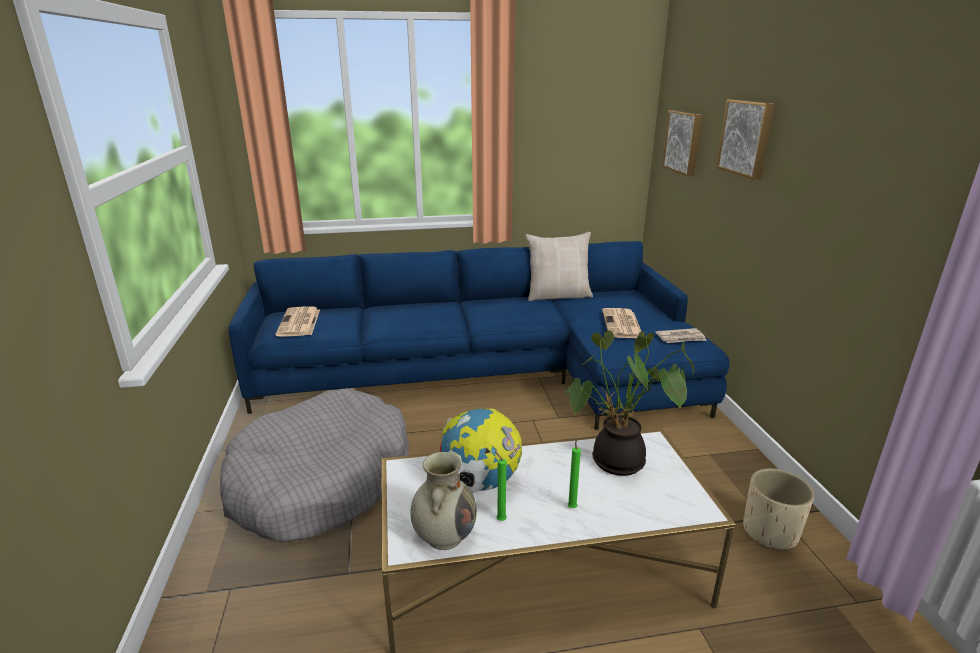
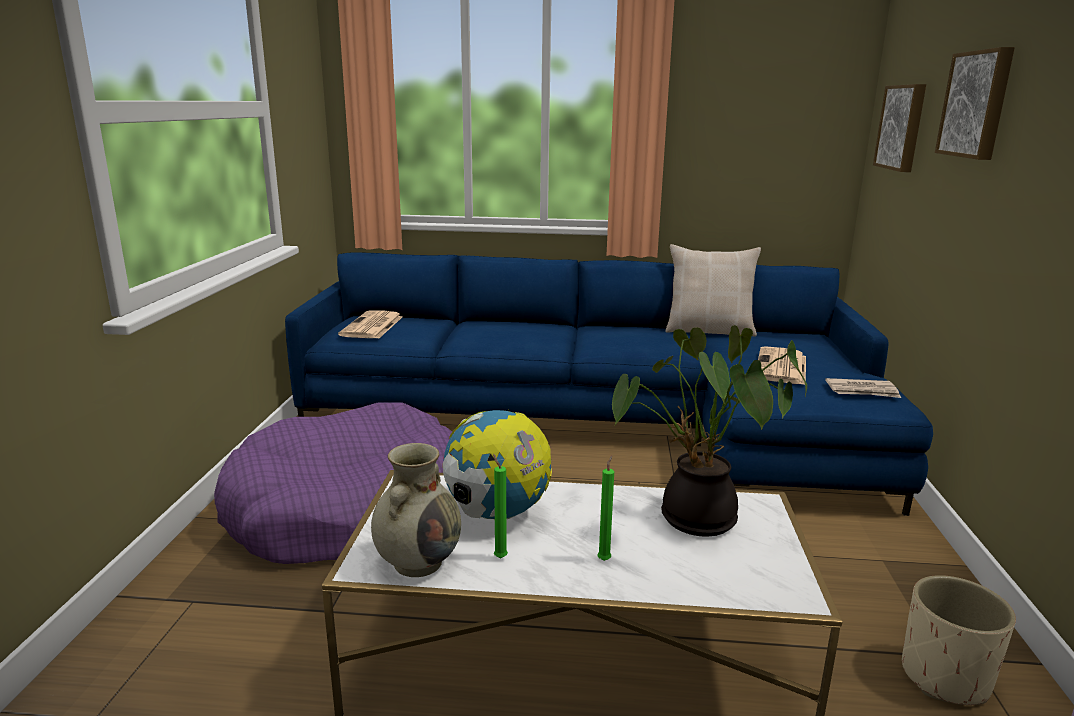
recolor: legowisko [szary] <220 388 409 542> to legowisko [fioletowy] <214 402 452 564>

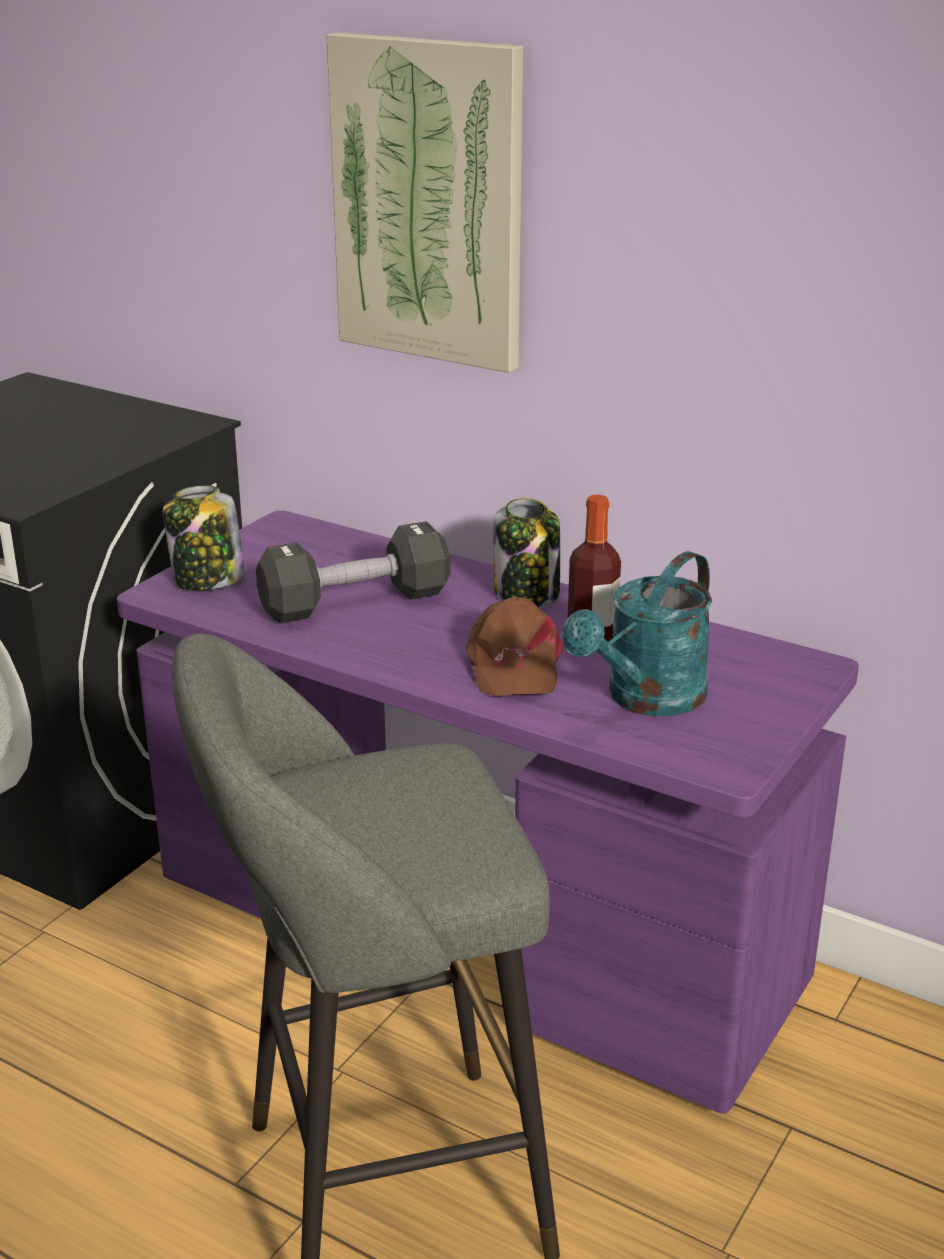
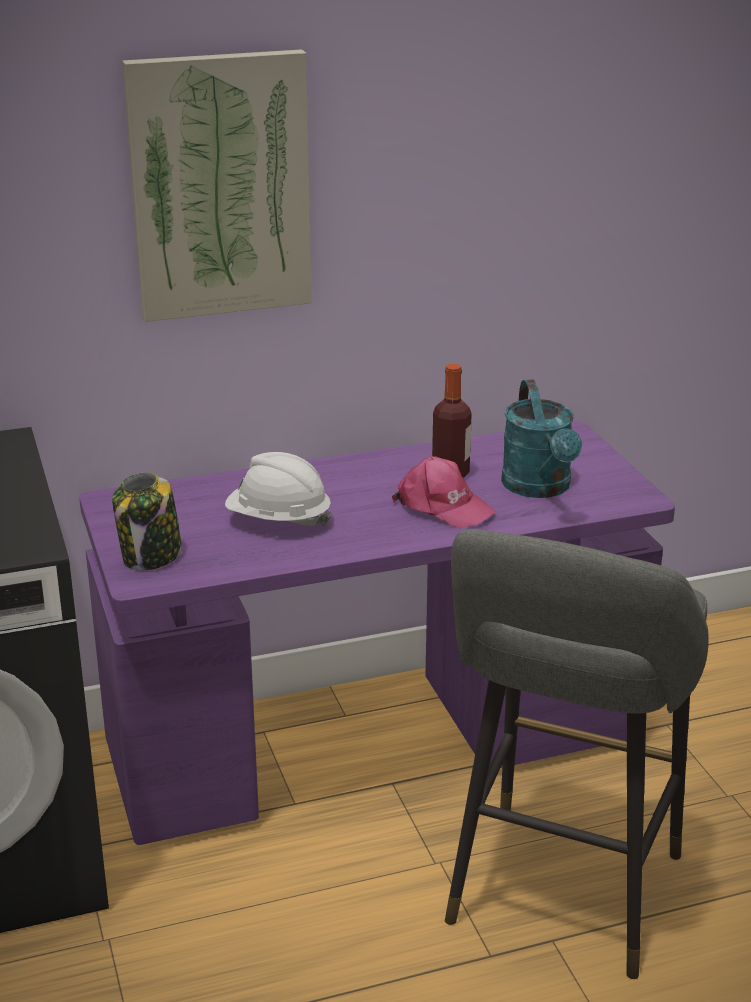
delete: słoik <493 498 560 608>
replace: hantel [czarny] <256 521 450 623> to kask [biały] <225 452 332 527>
recolor: czapka z daszkiem [brązowy] <466 597 564 696> to czapka z daszkiem [różowy] <392 456 496 529>

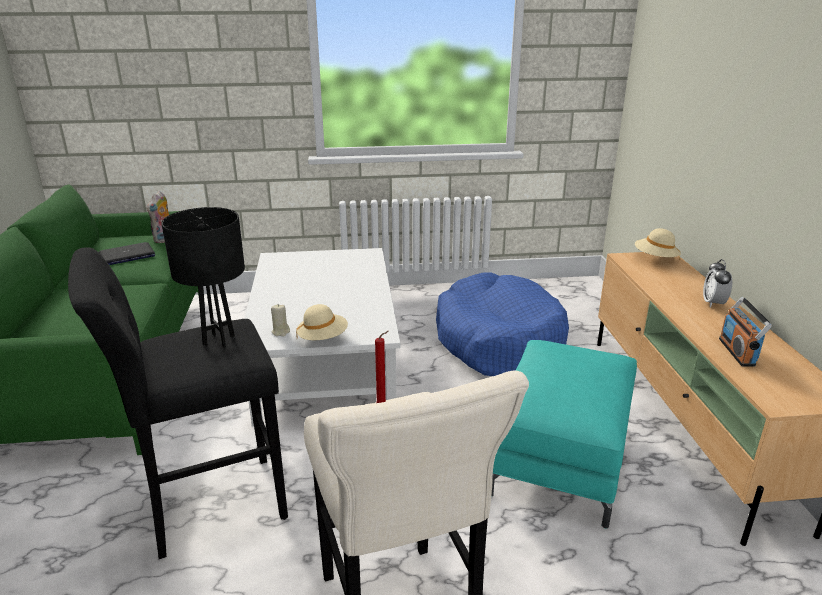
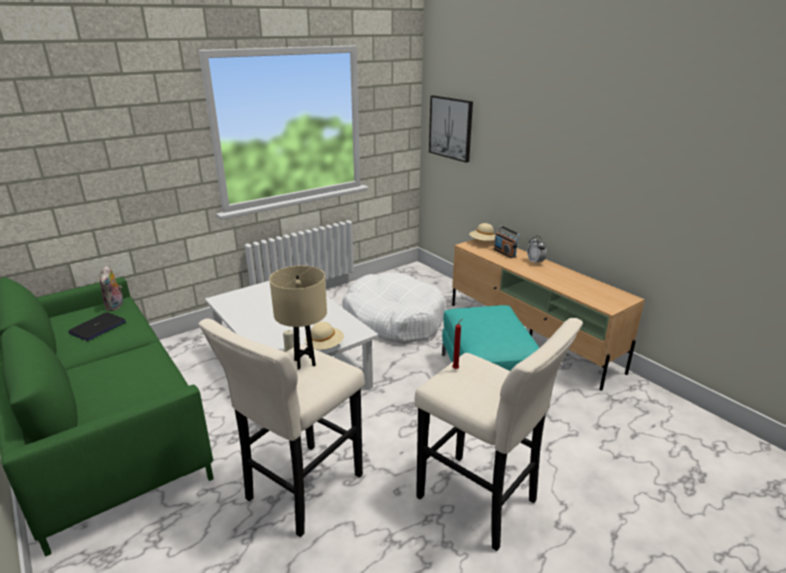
insert: obraz <429 95 473 163>
move: radio <719 297 772 366> to <494 225 520 258>
recolor: lampa stołowa [czarny] <161 207 245 348> to lampa stołowa [beżowy] <269 266 327 370>; stołek [czarny] <68 247 288 559> to stołek [beżowy] <198 318 365 537>; legowisko [niebieski] <436 273 569 376> to legowisko [biały] <342 273 446 344>

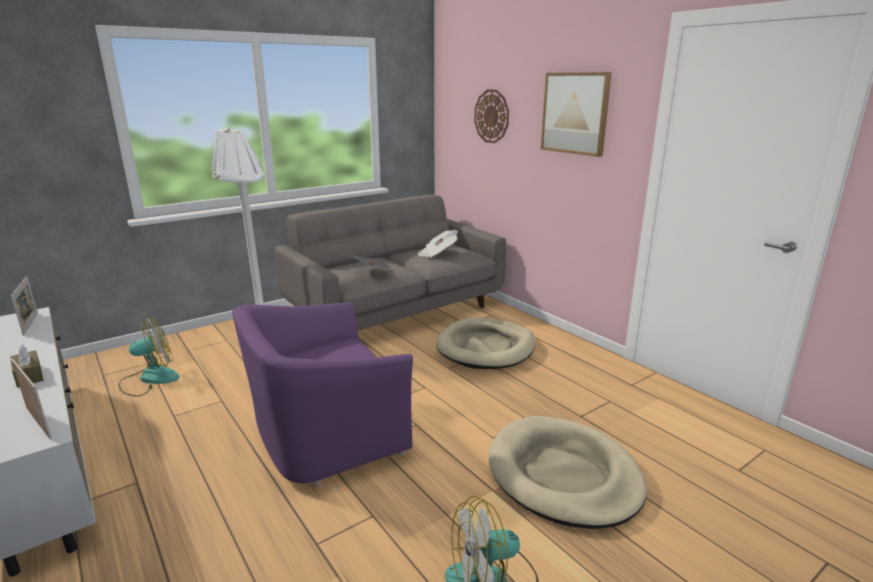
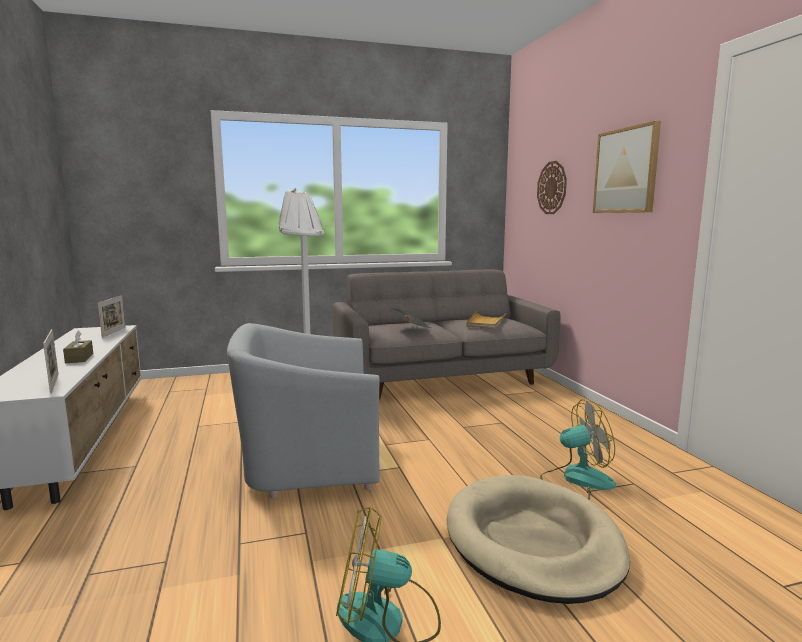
delete: legowisko [beżowy] <436 317 535 369>
move: wentylator <119 317 179 397> to <540 399 616 499>
replace: gazeta <417 230 458 258> to taca [beżowy] <466 311 506 329>
recolor: fotel [fioletowy] <232 302 413 487> to fotel [szary] <227 323 380 499>

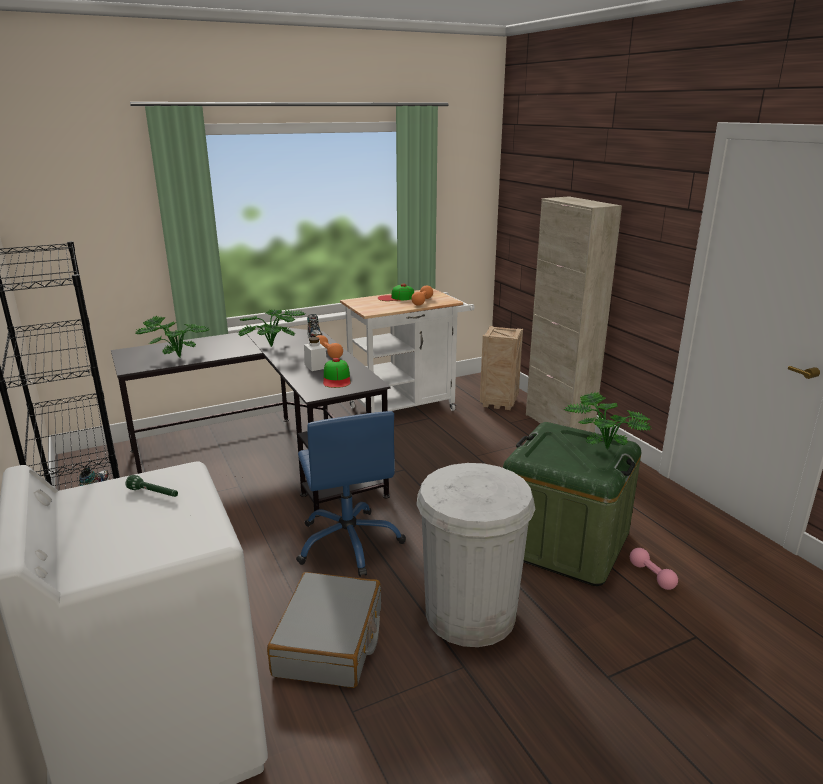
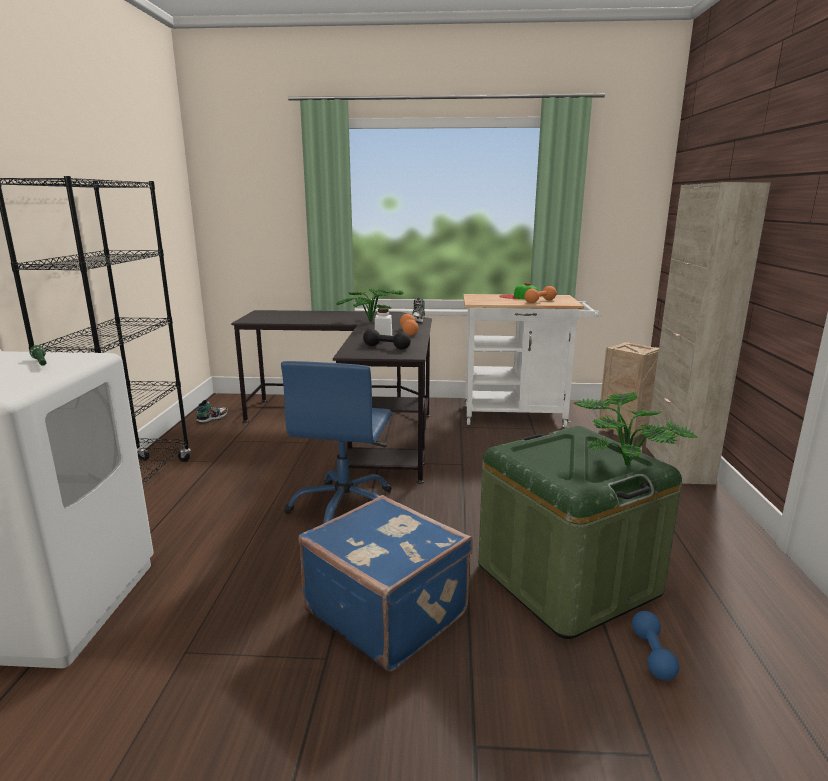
delete: roślina doniczkowa <135 316 210 358>; walizka [szary] <267 572 381 688>
replace: czapka z daszkiem <323 358 351 388> to hantel [czarny] <363 329 411 350>; kosz na śmieci [biały] <416 463 535 647> to walizka [niebieski] <299 495 473 672>
recolor: hantel [różowy] <630 548 678 590> to hantel [niebieski] <632 611 679 680>

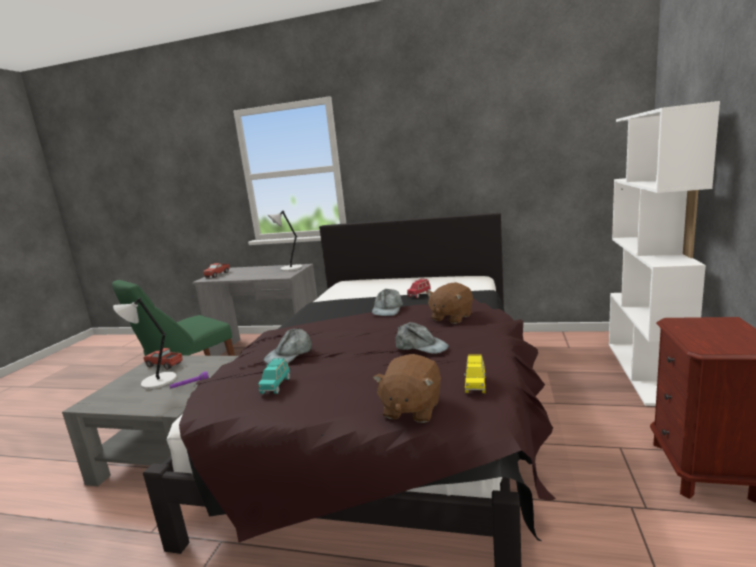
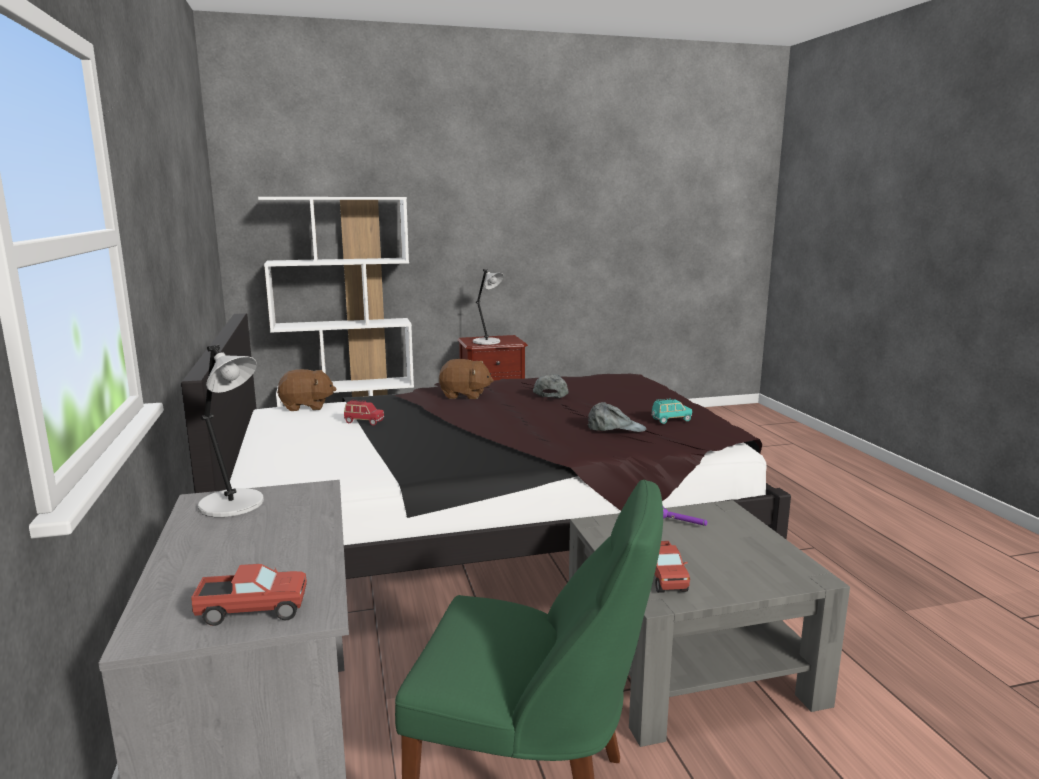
delete: czapka z daszkiem [szary] <372 289 403 316>; samochodzik [żółty] <464 355 486 393>
move: lampa stołowa [szary] <113 298 177 389> to <473 269 504 345>; pluszak [brązowy] <373 354 441 423> to <277 369 336 411>

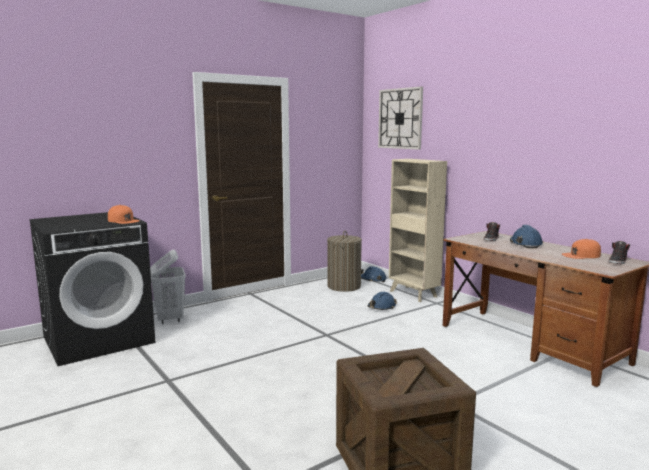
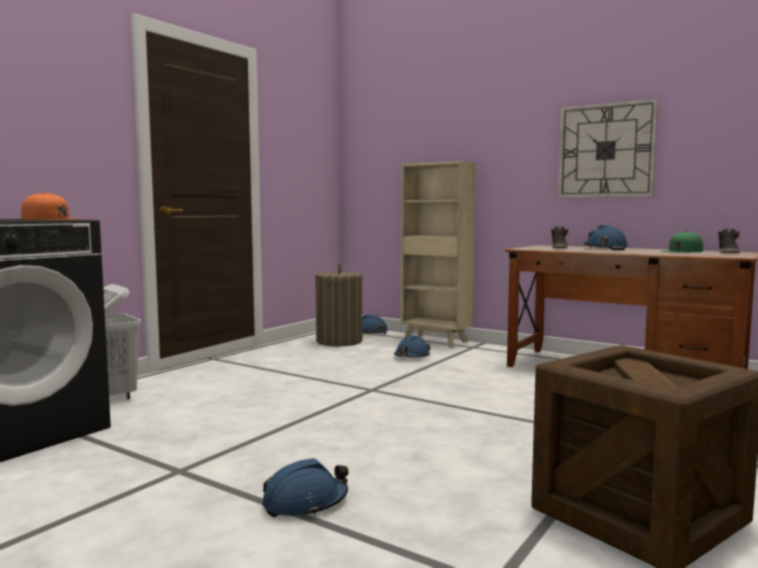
insert: kask [niebieski] <262 458 349 517>
move: zegar ścienny <378 86 423 150> to <558 99 658 197>
recolor: czapka z daszkiem [pomarańczowy] <562 239 601 259> to czapka z daszkiem [zielony] <661 231 703 253>

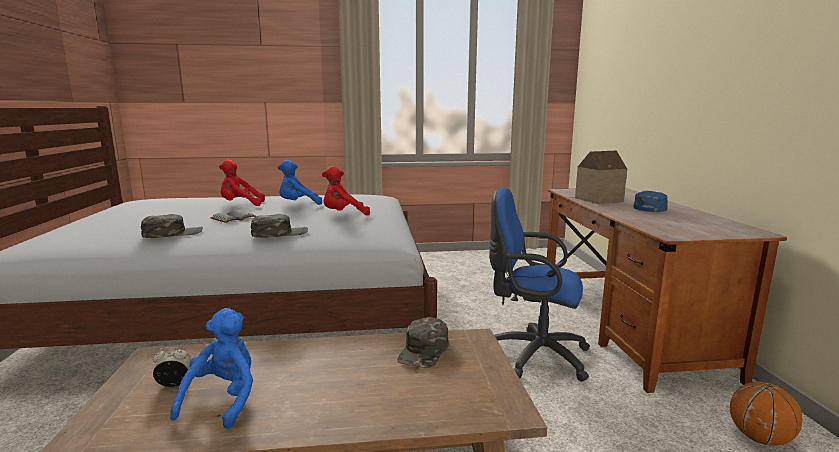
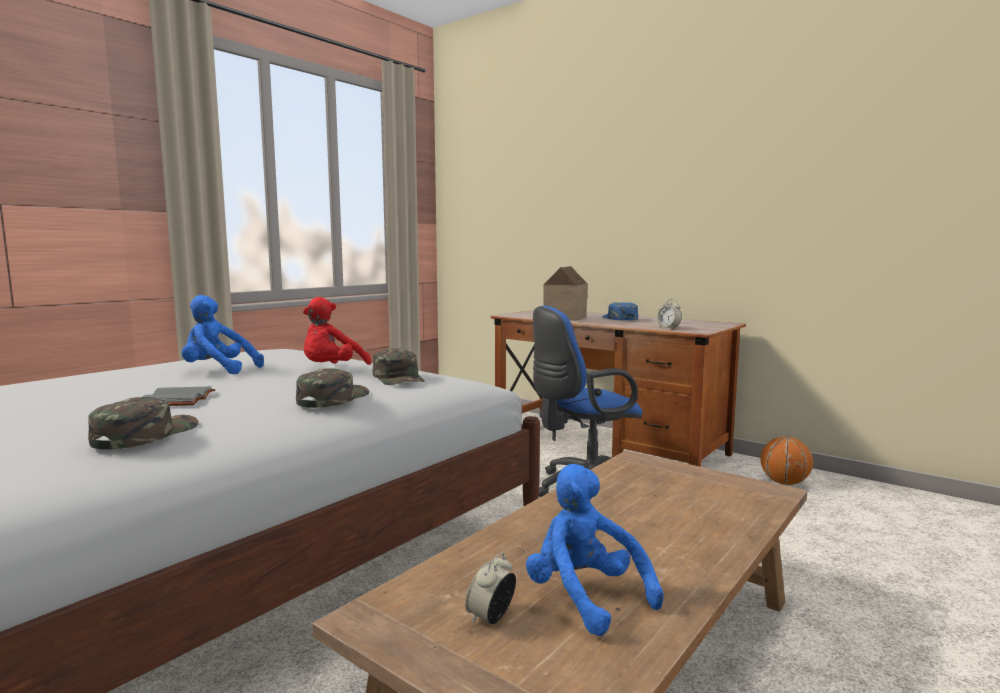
delete: pluszak [czerwony] <219 160 265 206>
insert: budzik <657 299 682 329>
move: czapka z daszkiem [zielony] <397 317 449 368> to <373 348 425 385>
rotate: pluszak [niebieski] <278 160 323 205> = <182 295 264 374> 75 degrees clockwise

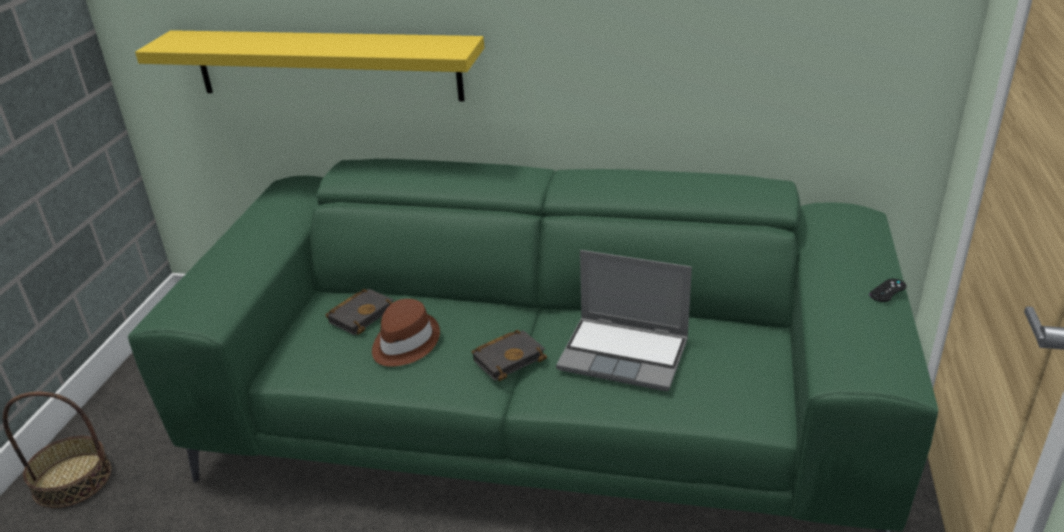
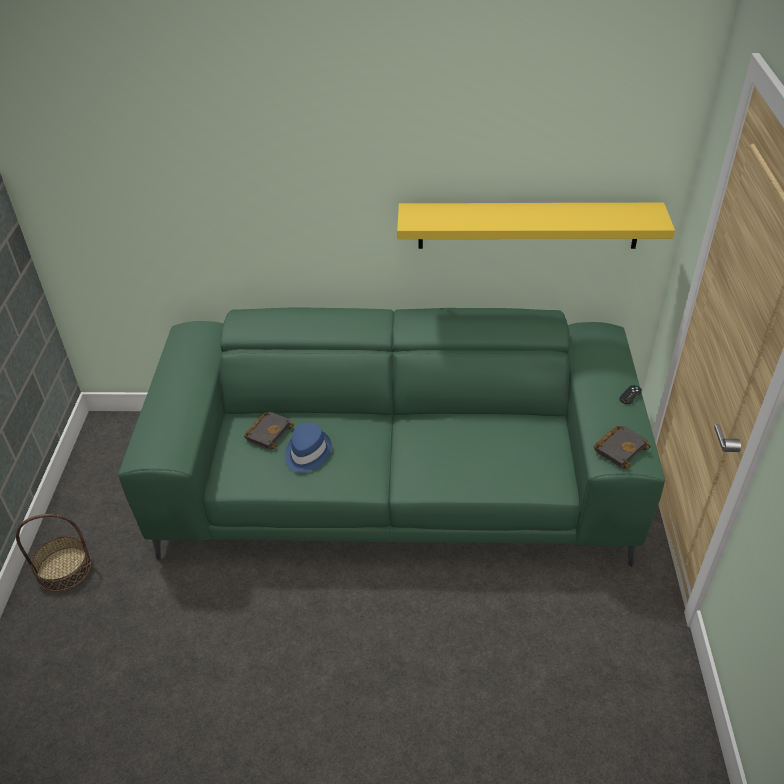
delete: laptop <556 250 692 391>
move: półka [żółty] <135 30 484 101> to <397 203 675 249>; książka [czarny] <472 330 547 381> to <593 426 651 469>
recolor: kapelusz [brązowy] <372 299 440 367> to kapelusz [niebieski] <285 423 332 473>

